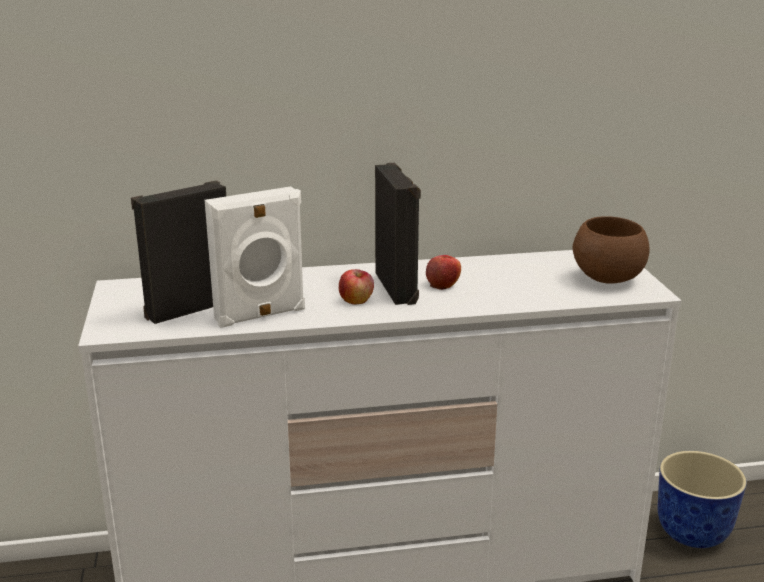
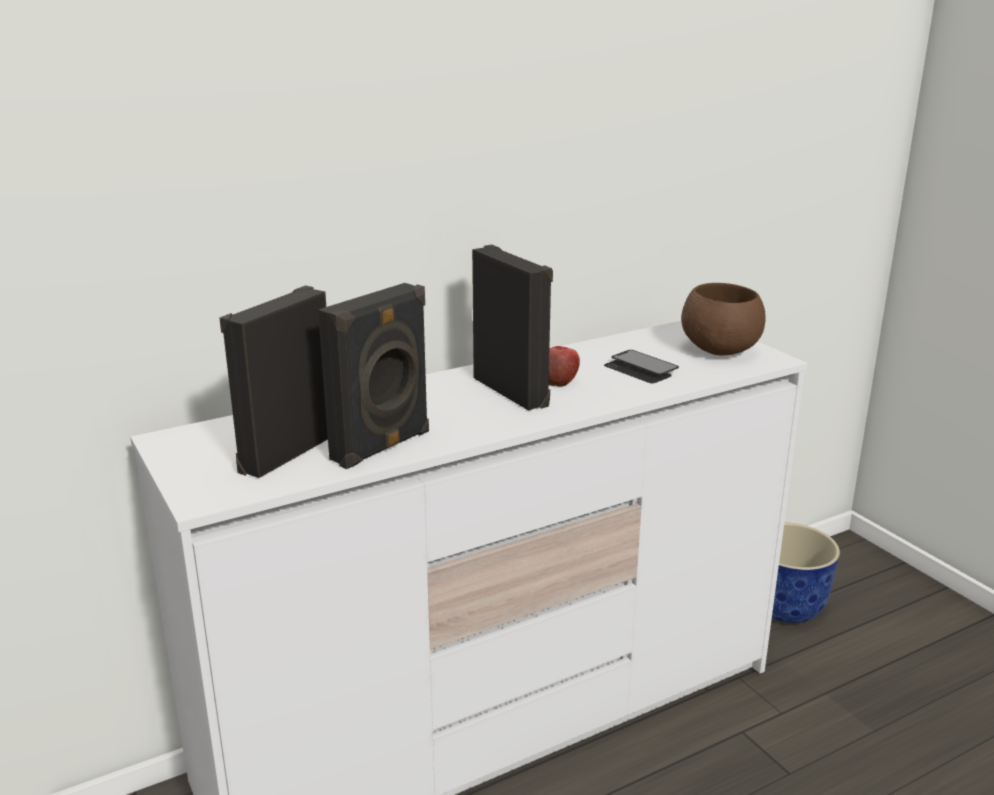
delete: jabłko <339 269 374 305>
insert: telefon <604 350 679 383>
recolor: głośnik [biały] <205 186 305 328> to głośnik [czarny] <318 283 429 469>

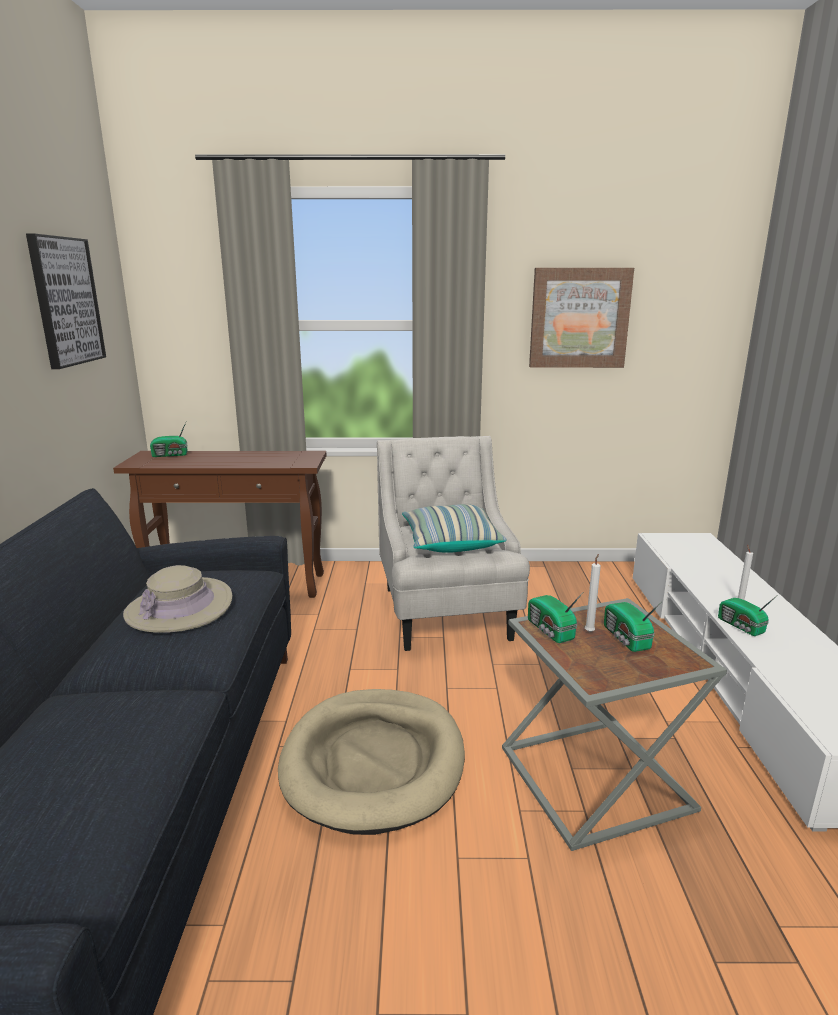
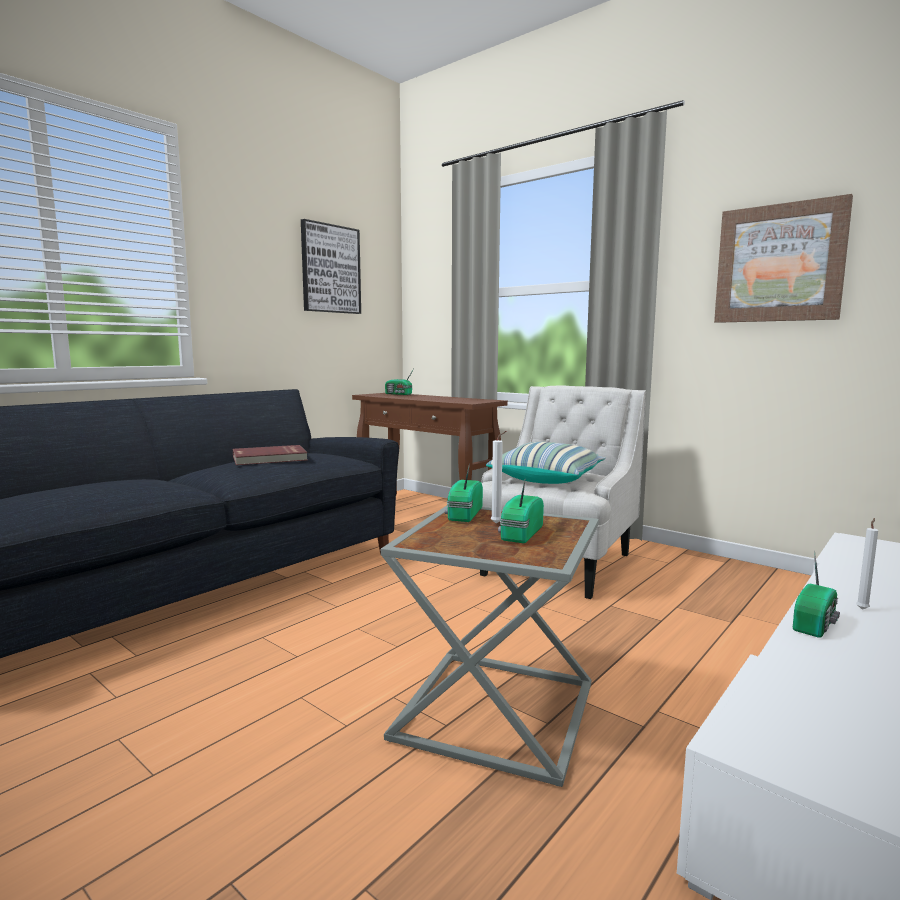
delete: legowisko [beżowy] <278 689 465 835>
replace: kapelusz [beżowy] <123 565 232 633> to książka [czerwony] <233 445 308 465>
rotate: radio <718 596 776 636> = <793 550 840 638> 150 degrees counterclockwise

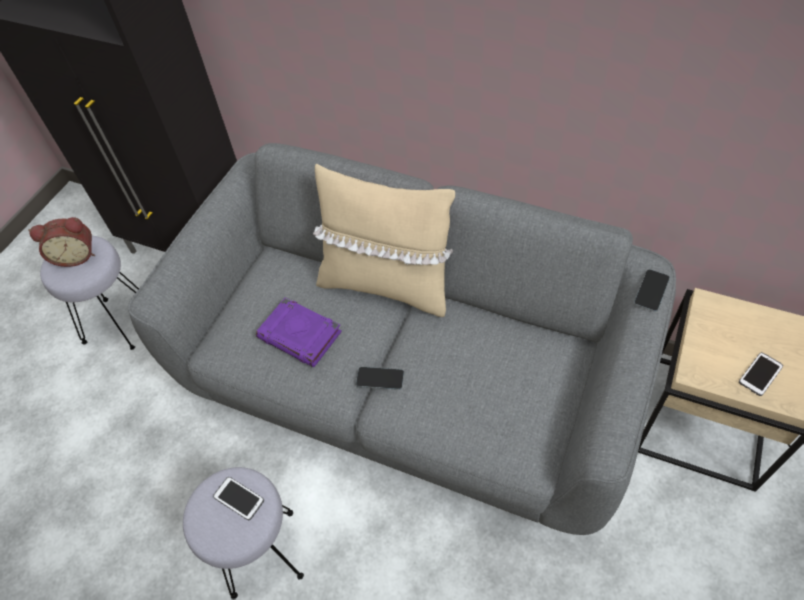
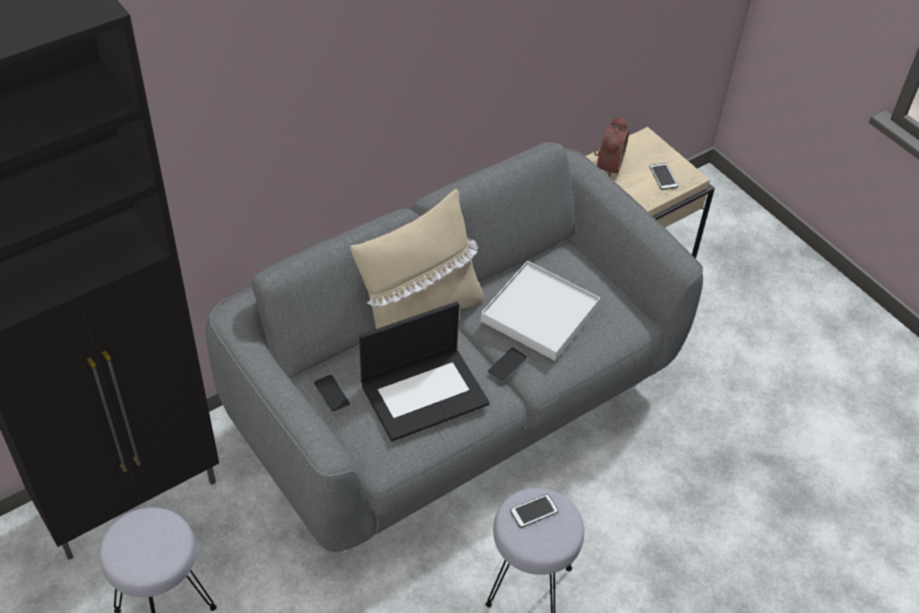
insert: taca [biały] <481 261 600 361>
move: budzik <28 217 95 267> to <594 116 629 177>; telefon <634 270 670 312> to <314 375 350 412>
replace: książka [fioletowy] <256 298 342 367> to laptop <359 302 490 442>

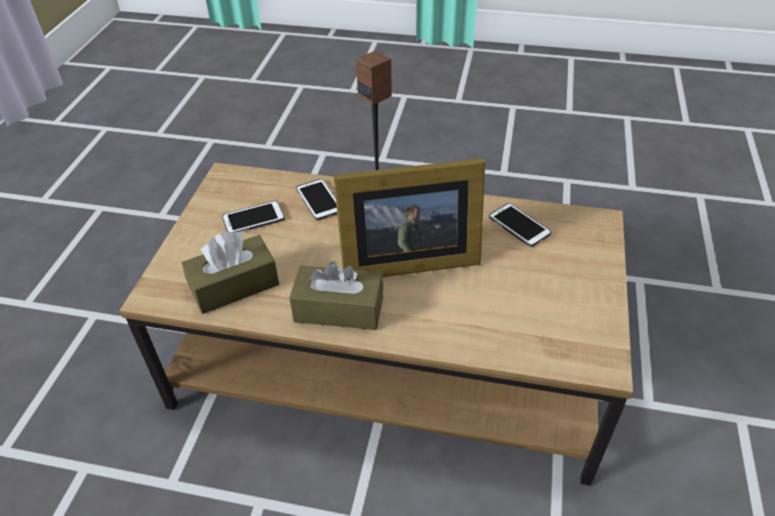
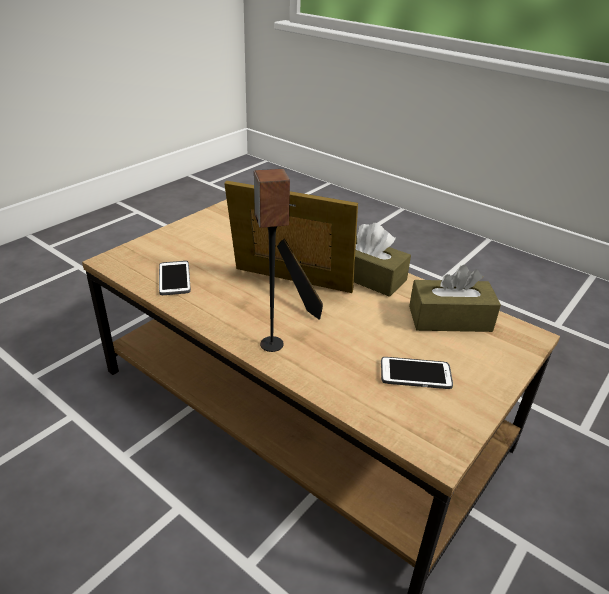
delete: telefon <296 179 337 220>

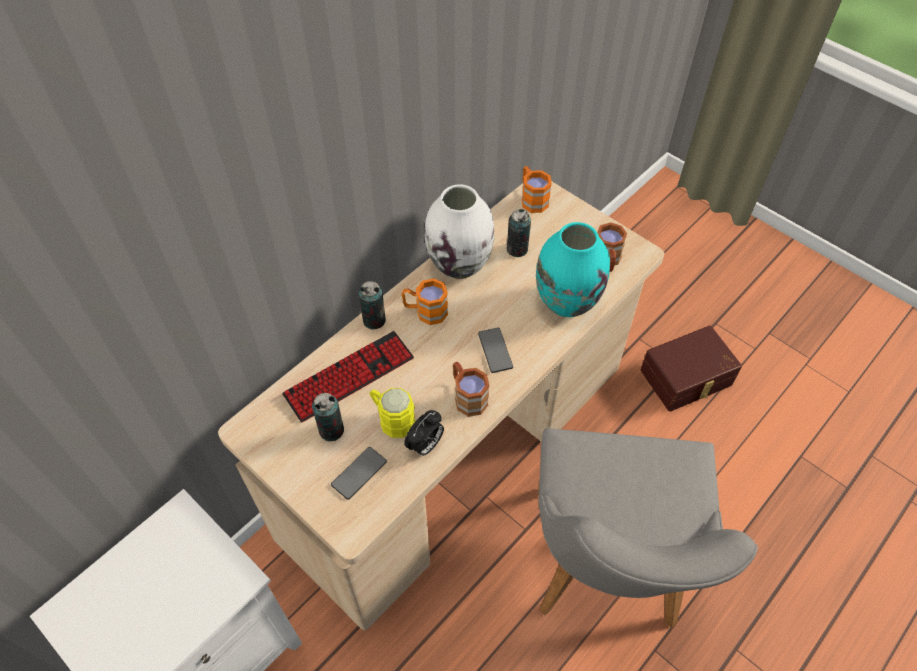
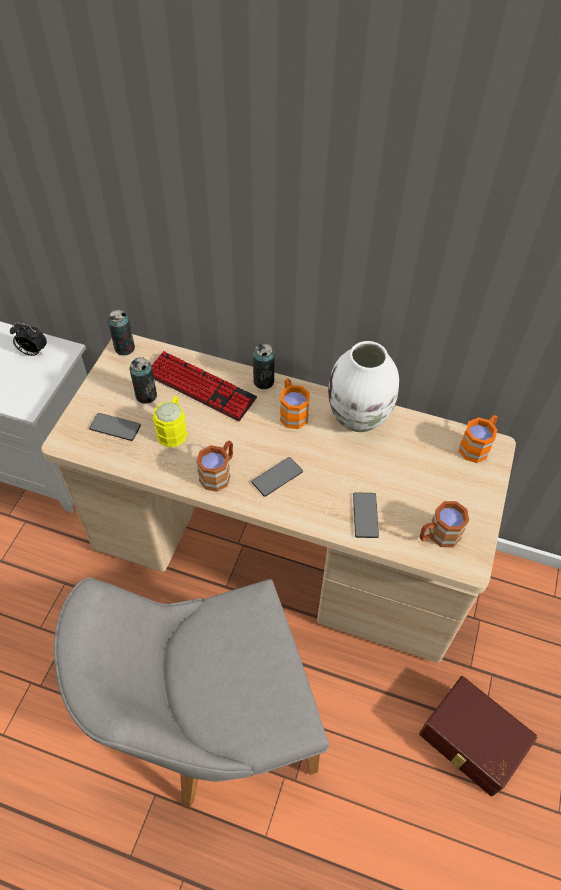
move: puszka <507 209 531 257> to <108 310 135 355>; budzik <404 410 444 456> to <10 323 47 356>
replace: wazon [turkusowy] <536 222 610 317> to telefon <353 493 379 538>

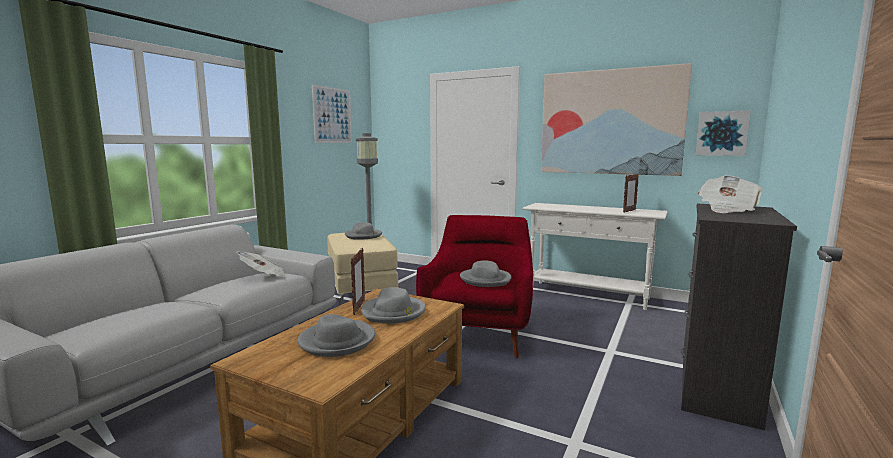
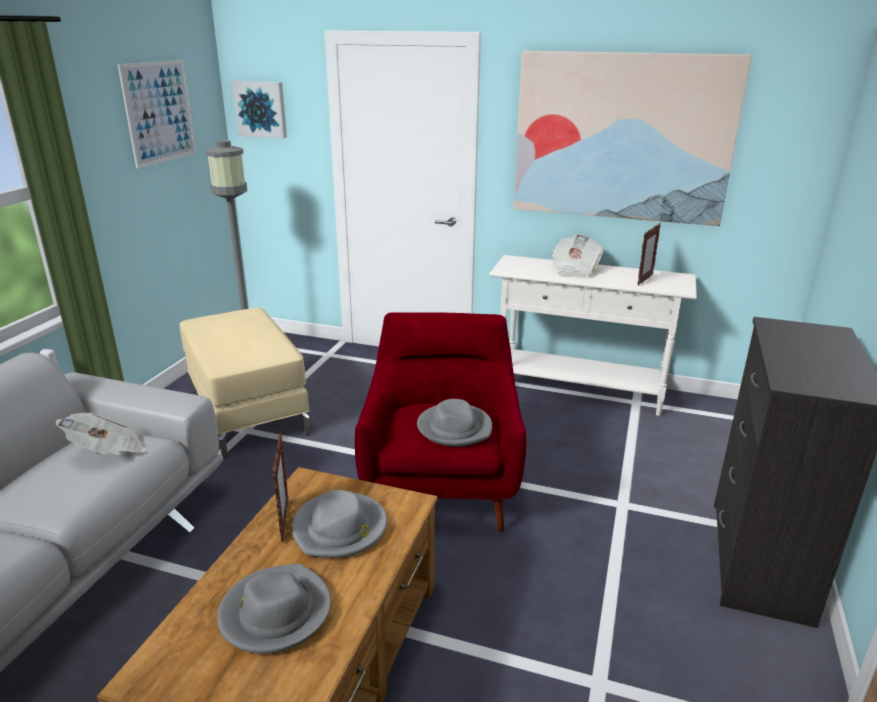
delete: kapelusz [szary] <345 222 382 240>
move: obraz <696 111 751 156> to <232 81 287 139>; gazeta <698 175 763 213> to <551 234 603 277>

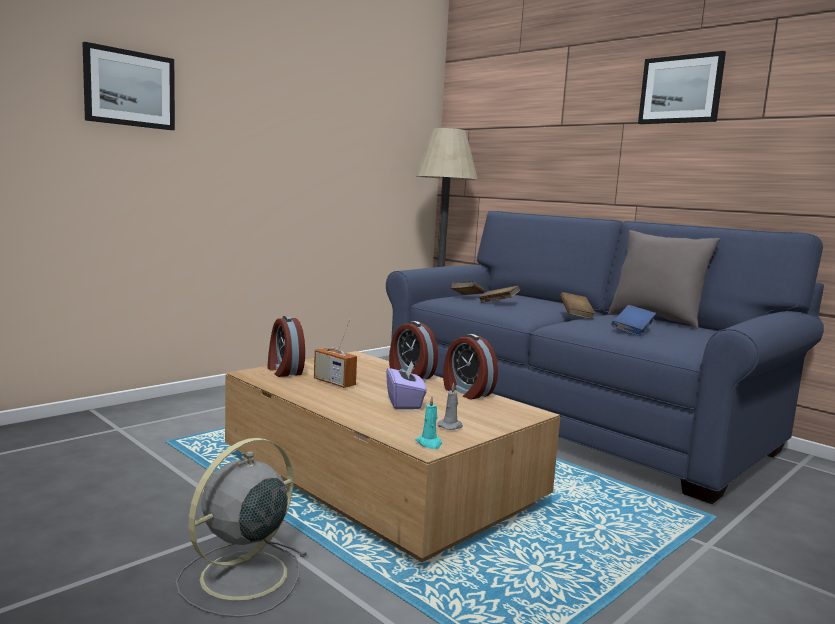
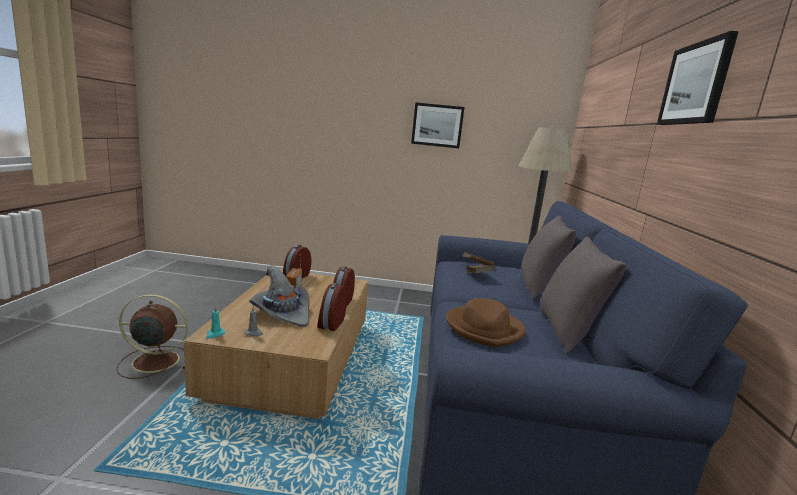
delete: książka [brązowy] <560 292 595 319>
insert: poduszka [szary] <521 216 576 300>
move: obraz <82 42 175 130> to <411 102 464 148>
replace: książka [niebieski] <612 305 656 336> to kapelusz [brązowy] <446 298 526 347>; pudełko chusteczek [fioletowy] <386 360 427 409> to kapelusz [szary] <249 265 310 327>
recolor: wentylator [szary] <176 438 308 617> to wentylator [brązowy] <116 294 188 379>

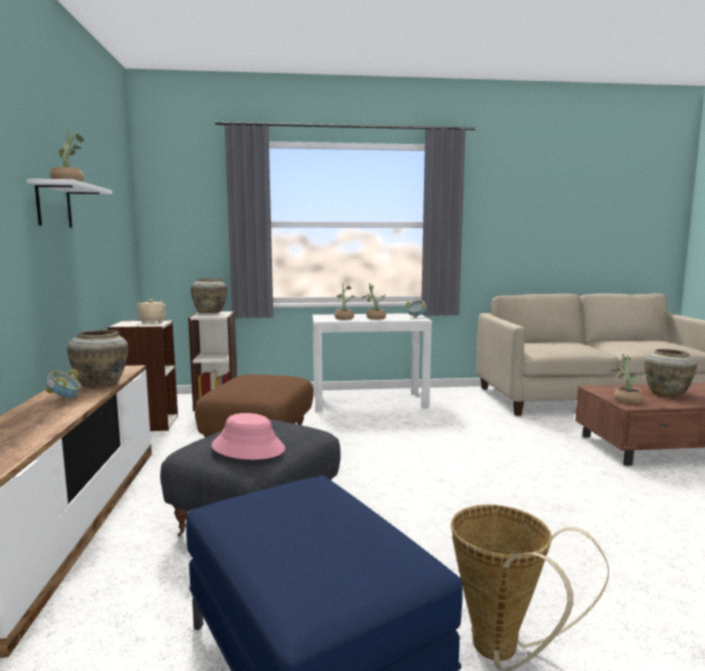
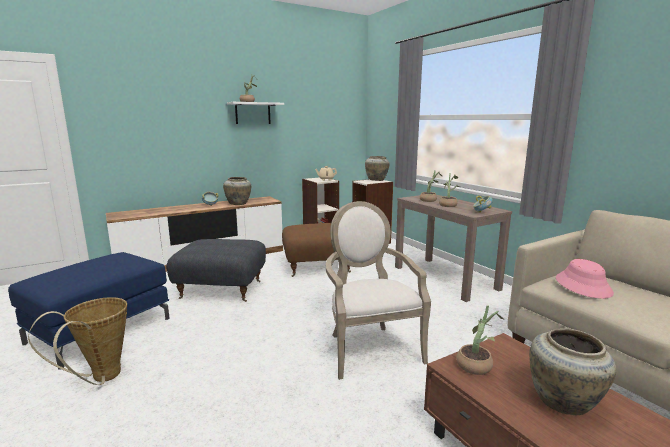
insert: fotel <326 201 431 380>
move: kapelusz [różowy] <212 413 285 460> to <556 259 614 299>
recolor: stolik konsolowy [biały] <313 313 432 412> to stolik konsolowy [brązowy] <395 195 512 302>

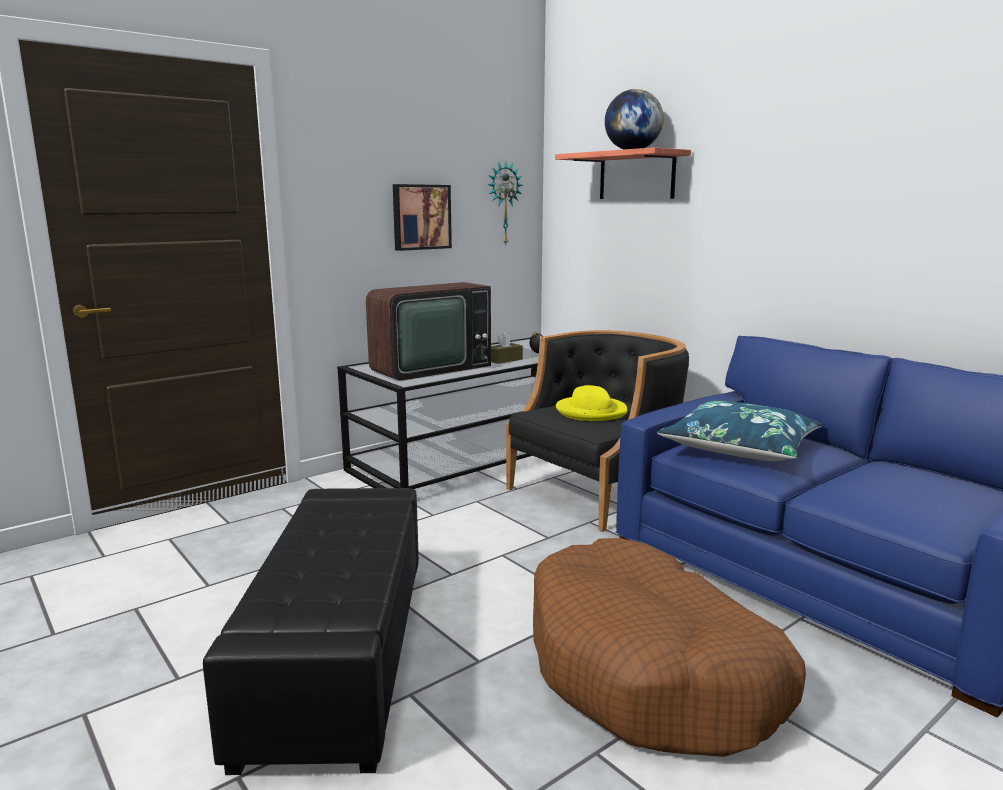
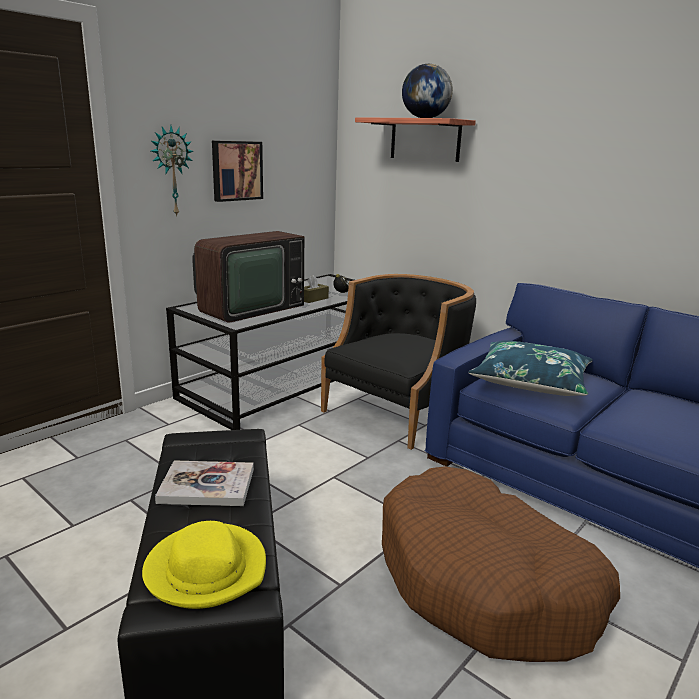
insert: książka <155 460 254 506>
move: zegar ścienny <487 161 523 246> to <151 126 194 217>; kapelusz [żółty] <556 385 627 421> to <142 521 266 609>

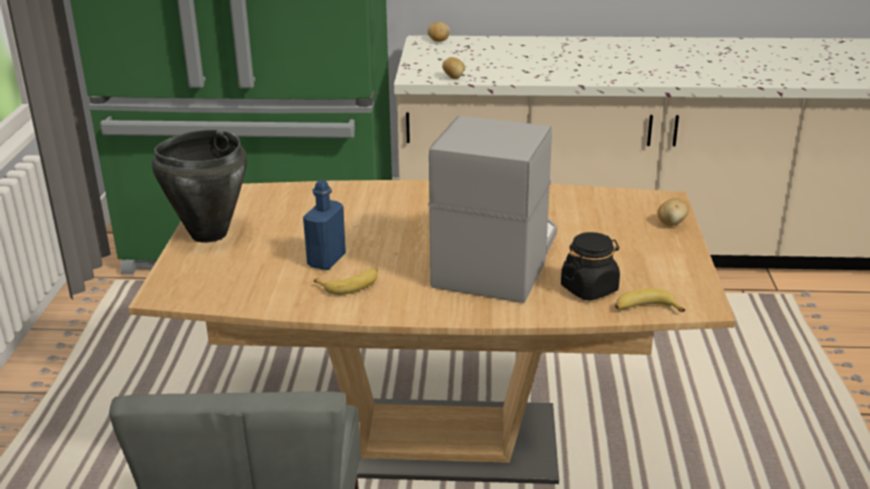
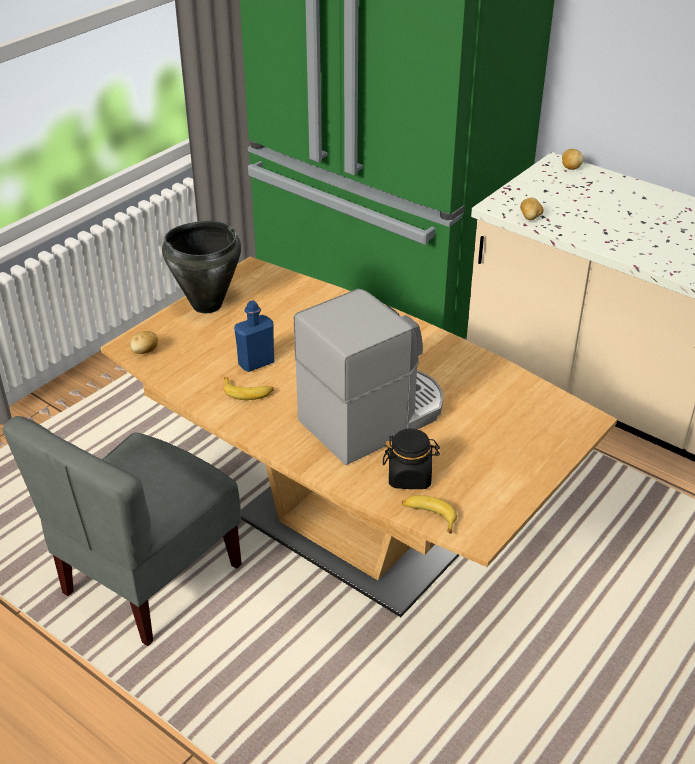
move: ziemniak <657 198 689 226> to <130 331 158 354>

